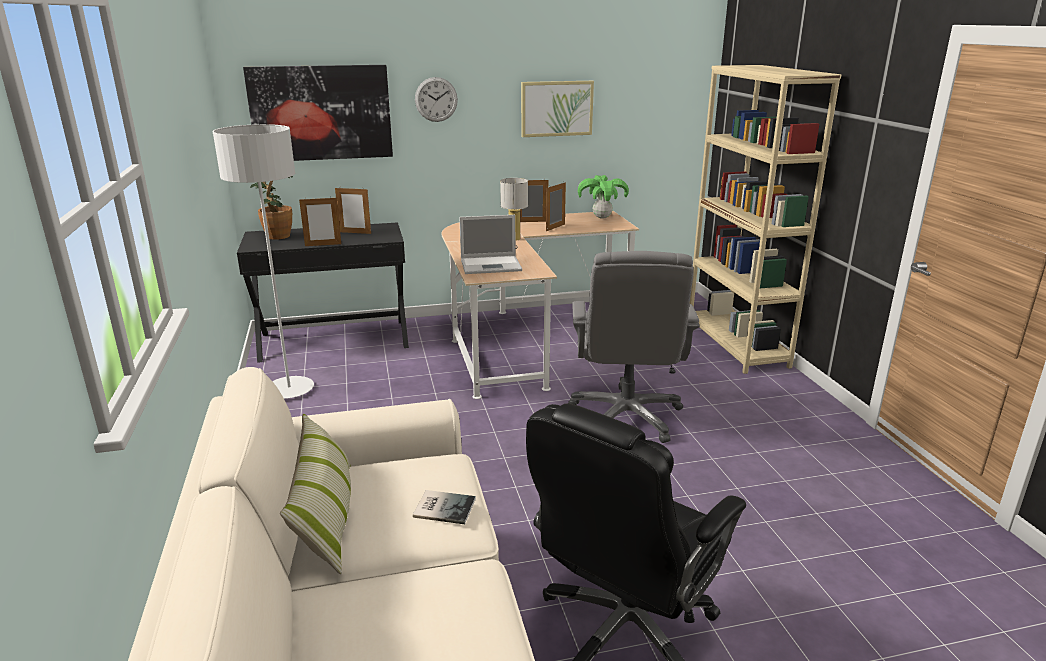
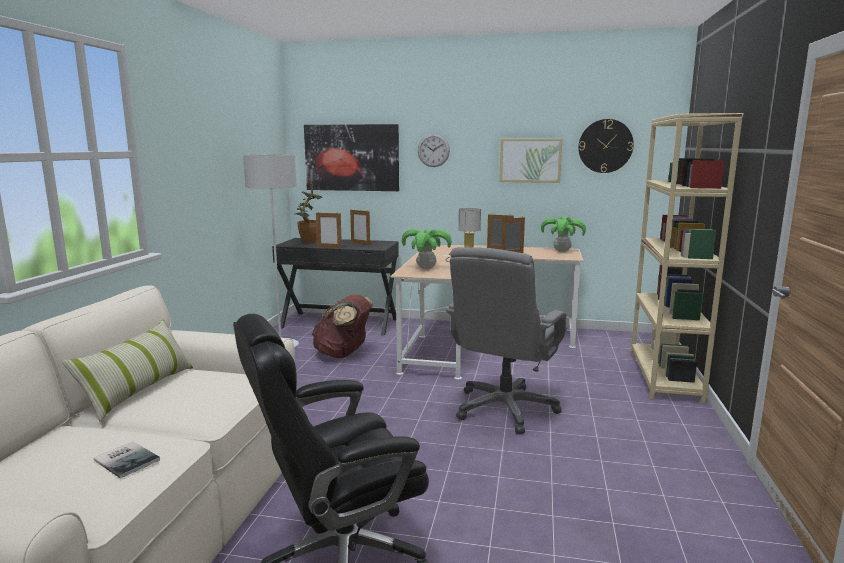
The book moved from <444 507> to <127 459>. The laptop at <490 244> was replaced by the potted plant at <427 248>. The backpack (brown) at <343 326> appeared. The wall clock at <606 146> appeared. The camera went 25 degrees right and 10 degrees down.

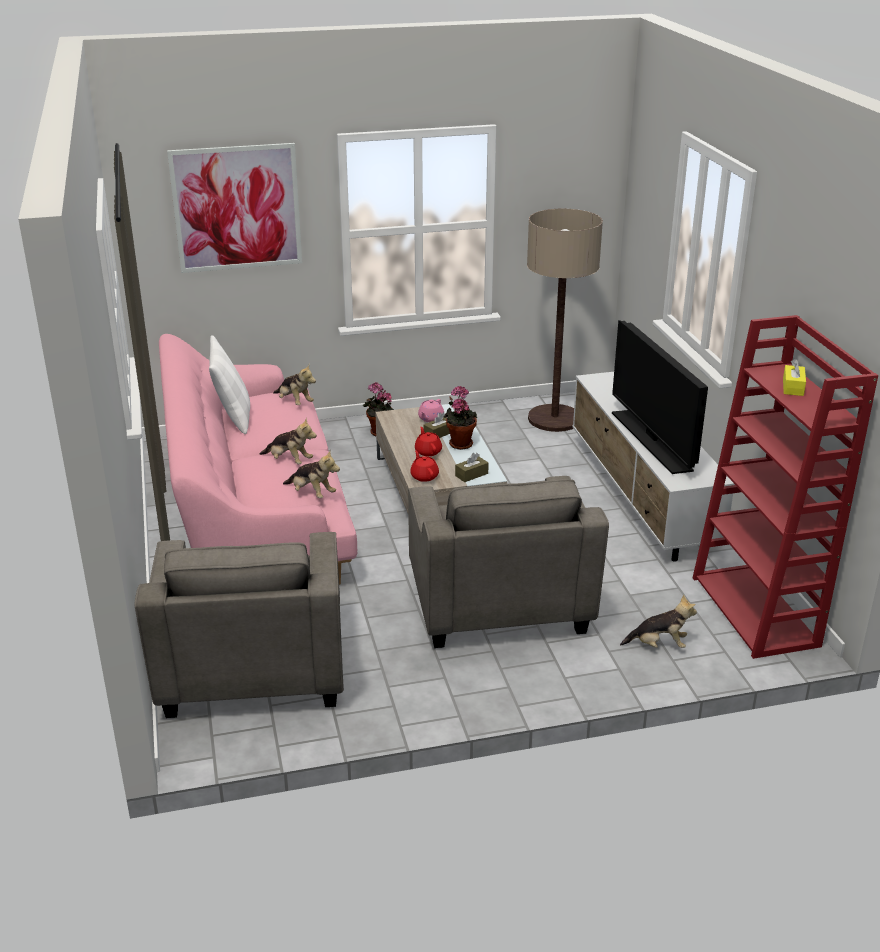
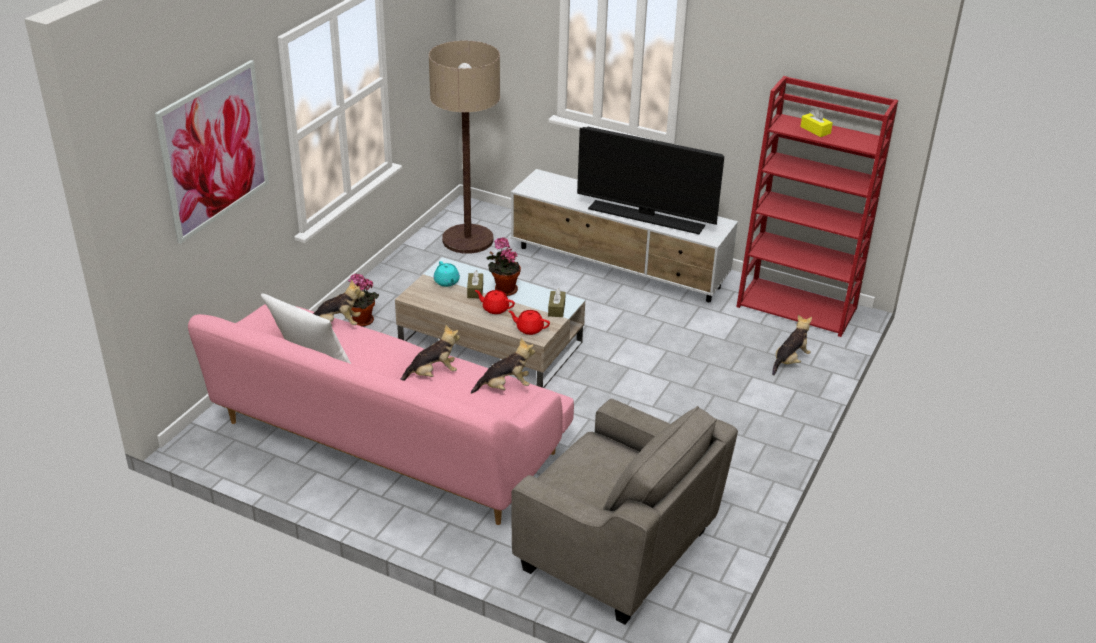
The armchair (grey) at <508 562> disappeared. The teapot (pink) at <431 410> became the teapot (turquoise) at <447 274>. The camera went 50 degrees left and 5 degrees up.

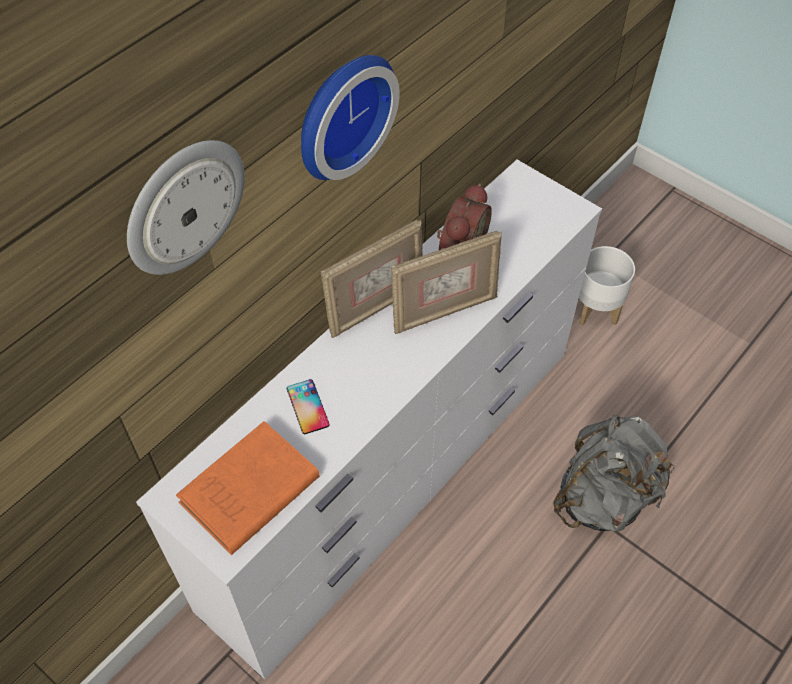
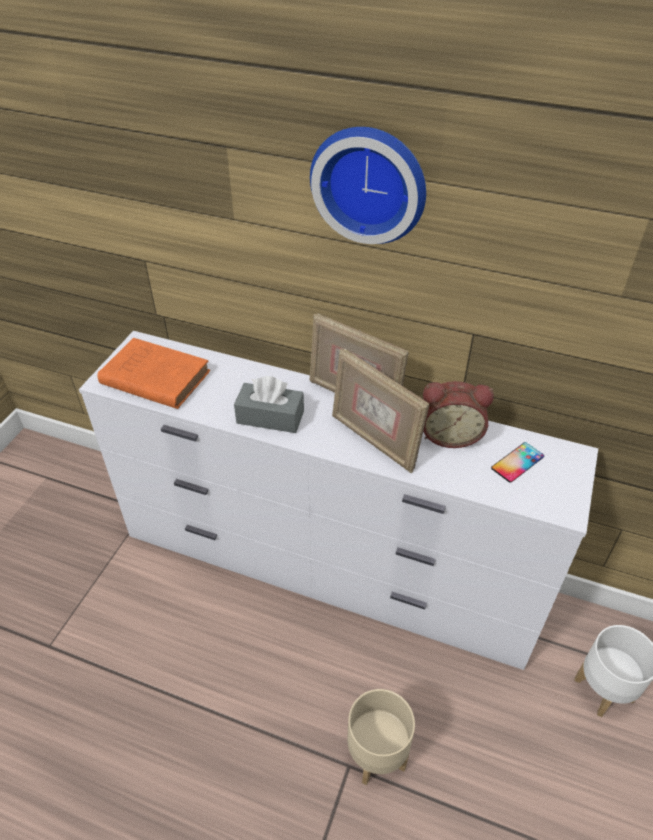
The wall clock at <186 207> disappeared. The phone moved from <308 406> to <517 462>. The backpack (grey) at <614 473> was replaced by the planter (beige) at <381 737>. The tissue box (grey) at <269 404> appeared. The camera went 70 degrees right and 10 degrees down.

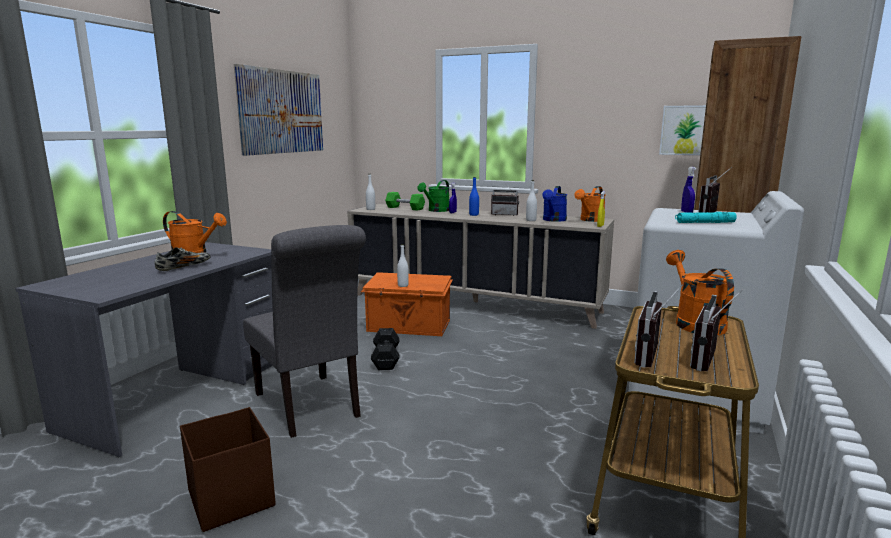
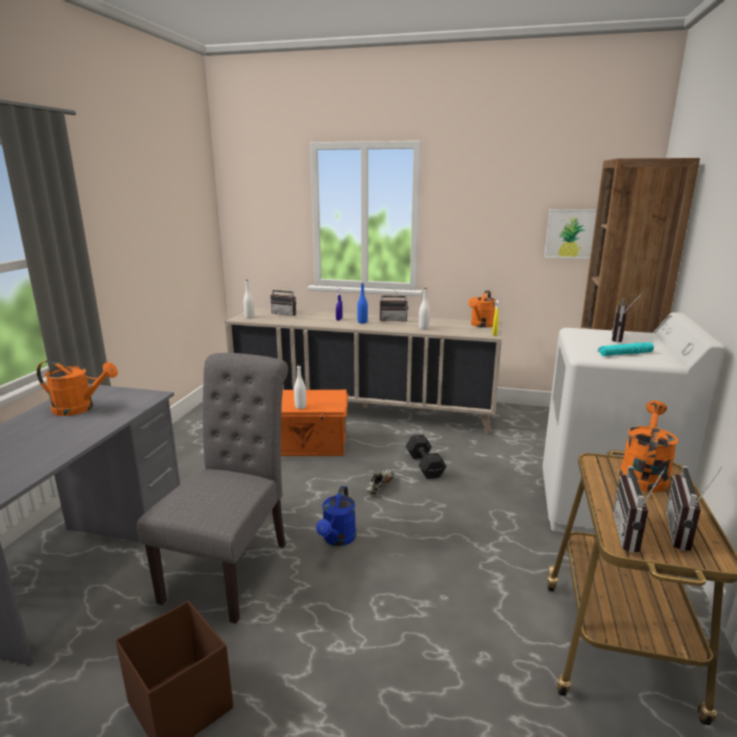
The shoe moved from <183 259> to <380 482>. The picture at <278 110> disappeared. The chair (grey) at <304 331> turned 120 degrees counterclockwise. The dumbbell (black) moved from <385 349> to <426 456>. The dumbbell (green) at <405 201> was replaced by the radio at <283 299>. The watering can (green) at <433 196> disappeared. The watering can (blue) moved from <554 204> to <336 516>. The watering can (orange) at <700 292> turned 45 degrees clockwise. The spray bottle (blue) at <688 190> disappeared. The camera went 10 degrees left and 5 degrees up.

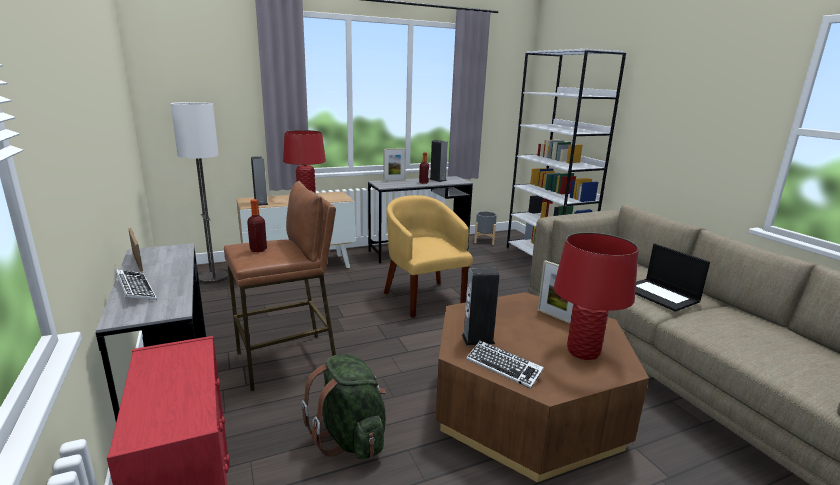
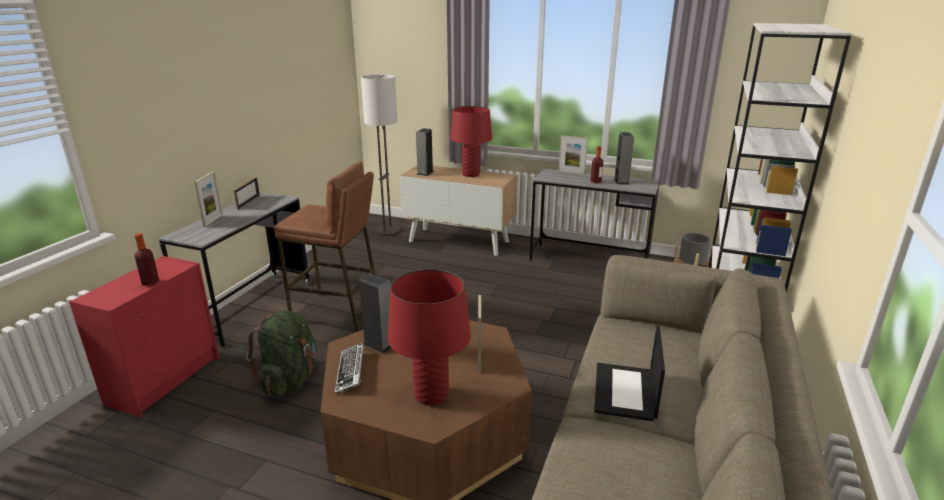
The keyboard at <136 284> was replaced by the picture frame at <208 199>. The bottle moved from <257 225> to <146 259>. The armchair (yellow) at <428 256> disappeared. The camera went 45 degrees right and 5 degrees up.

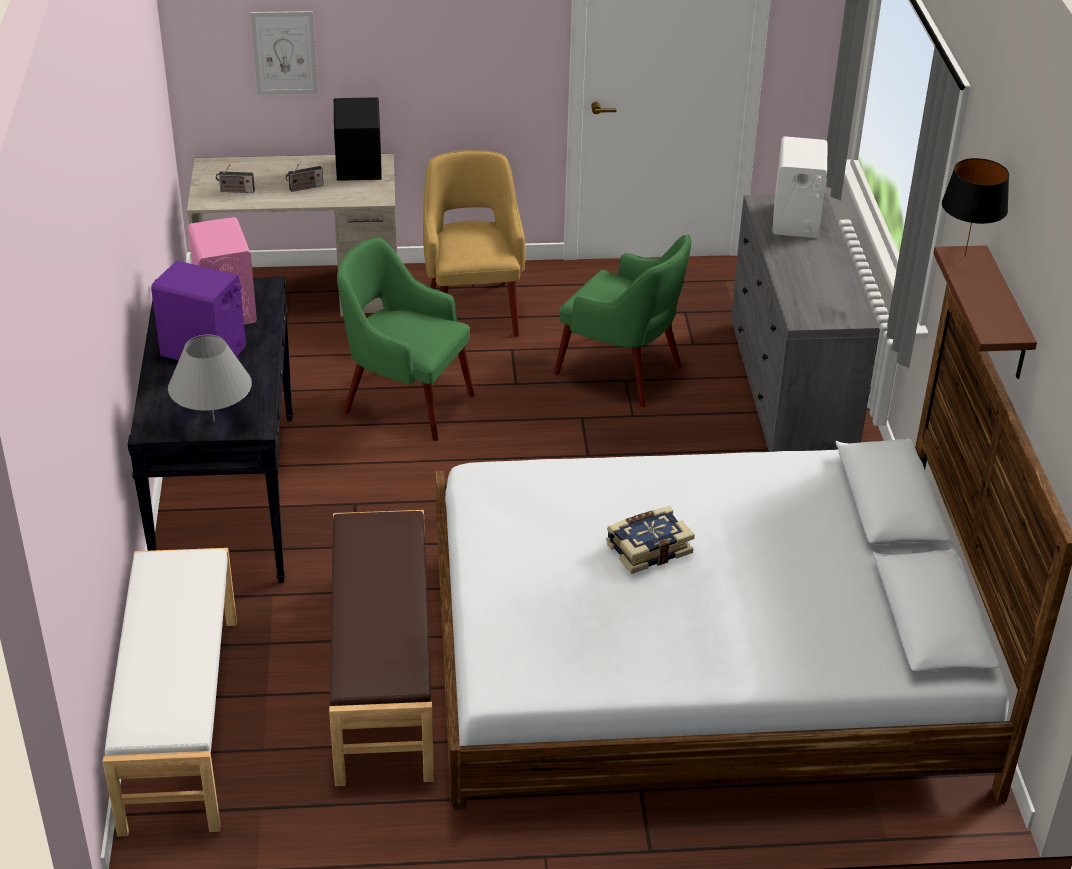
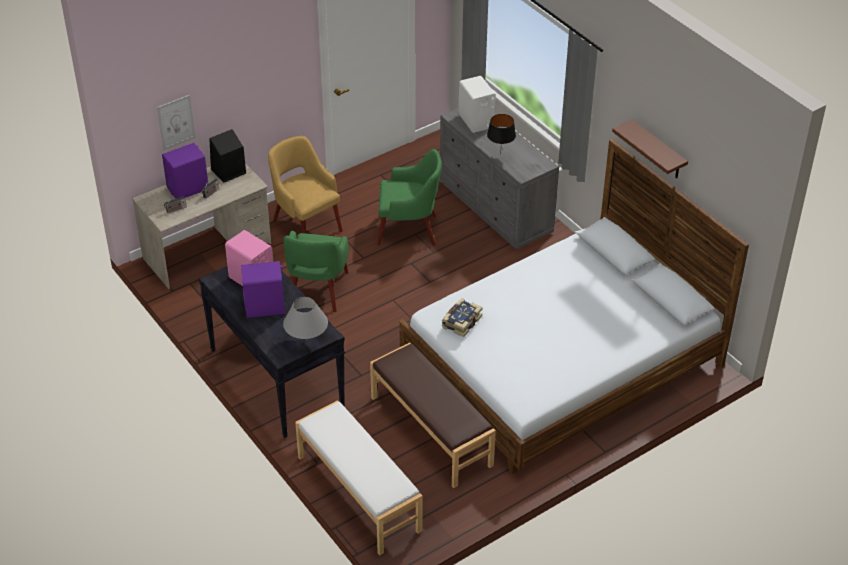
The armchair (green) at <405 339> turned 75 degrees counterclockwise. The book moved from <650 540> to <462 317>. The table lamp (black) moved from <975 207> to <501 135>. The speaker (purple) at <185 171> appeared. The camera went 30 degrees left and 5 degrees up.

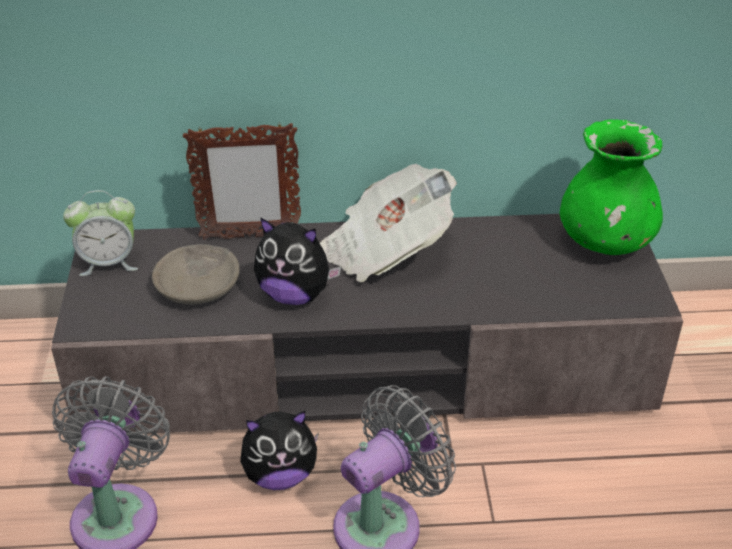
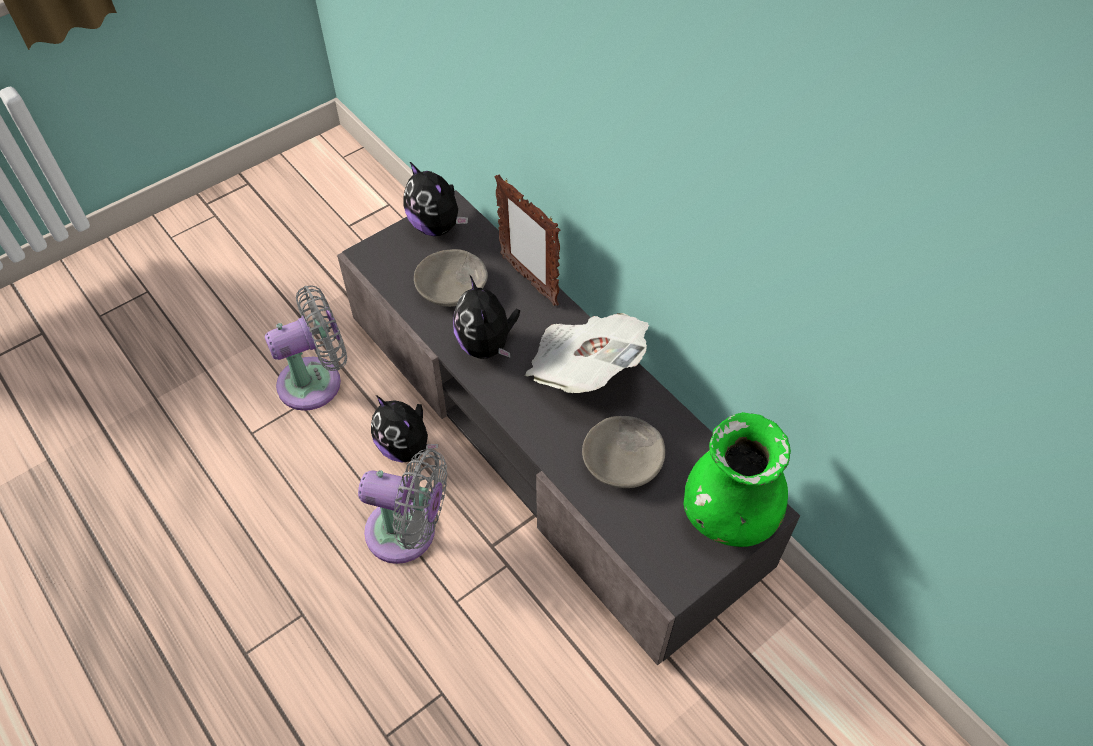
The alarm clock at <100 233> was replaced by the plush toy at <435 199>. The bowl (grey) at <623 452> appeared. The camera went 55 degrees right and 15 degrees up.

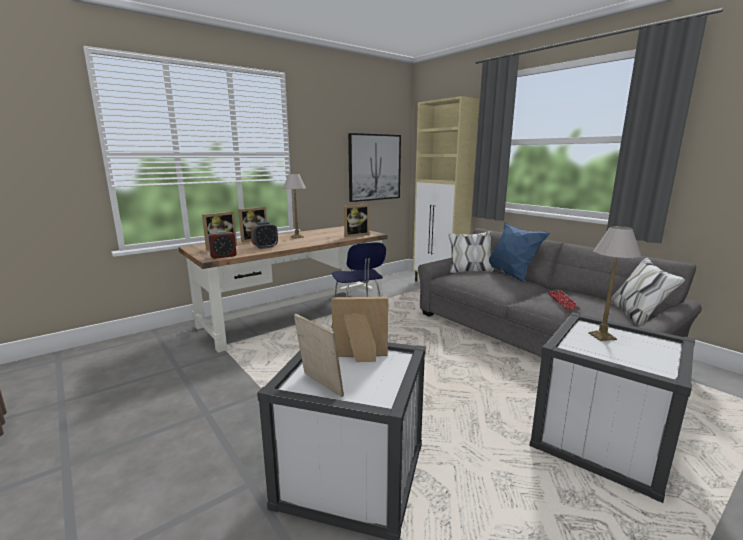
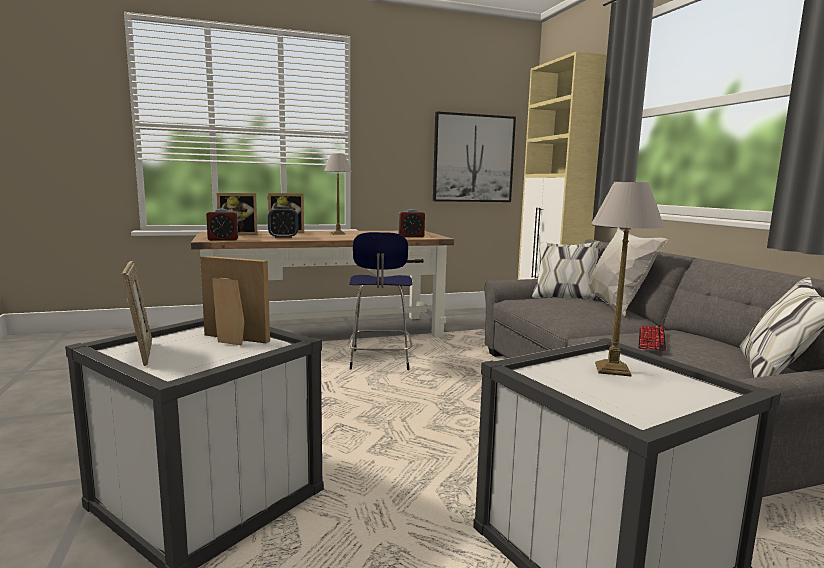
The picture frame at <356 220> was replaced by the alarm clock at <412 223>. The pillow (blue) at <519 252> became the pillow (white) at <628 271>. The camera went 20 degrees right and 5 degrees down.

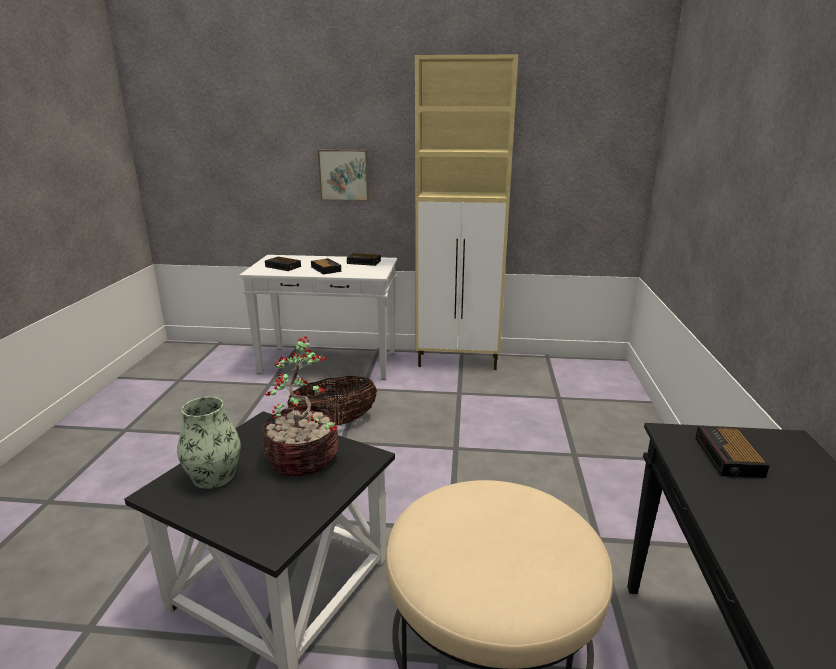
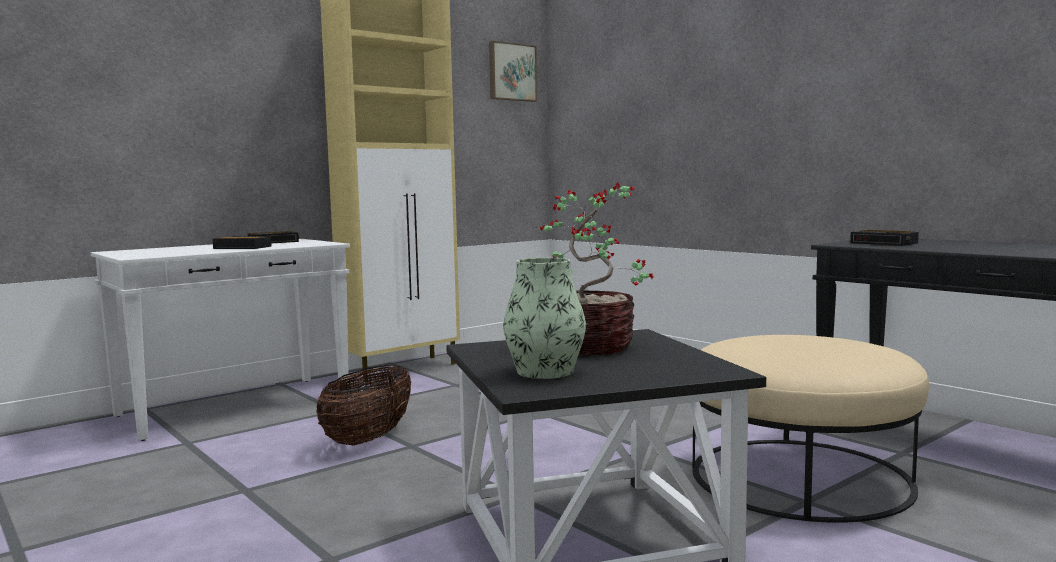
The alarm clock at <283 264> disappeared. The picture moved from <343 175> to <513 71>. The camera went 45 degrees left and 15 degrees down.

